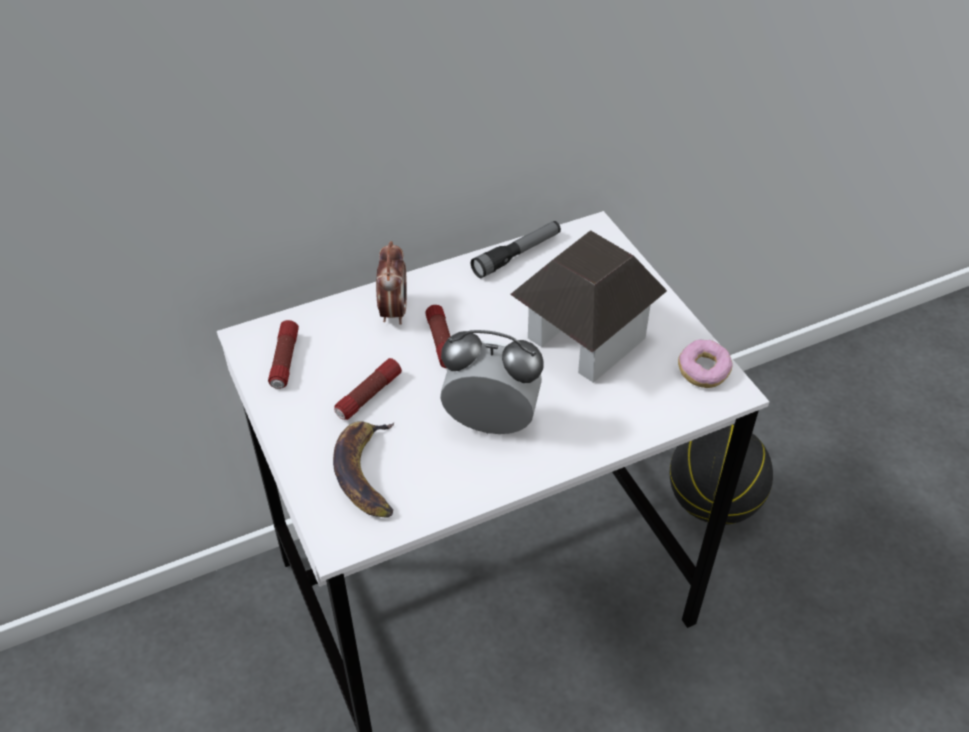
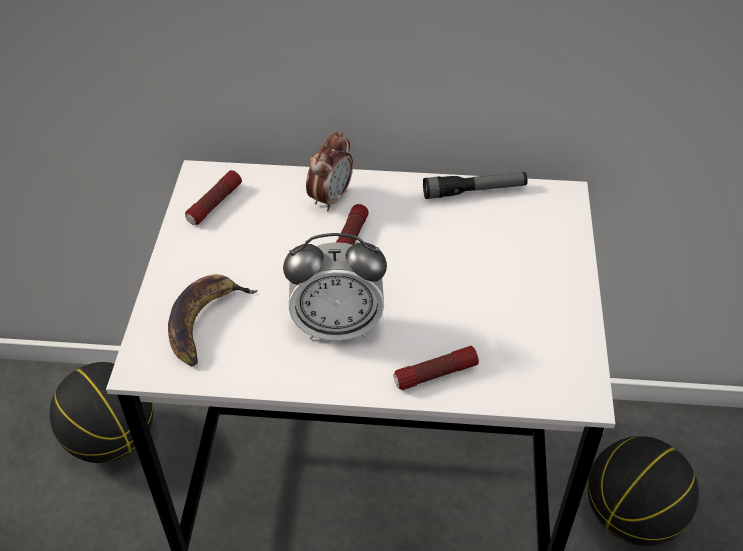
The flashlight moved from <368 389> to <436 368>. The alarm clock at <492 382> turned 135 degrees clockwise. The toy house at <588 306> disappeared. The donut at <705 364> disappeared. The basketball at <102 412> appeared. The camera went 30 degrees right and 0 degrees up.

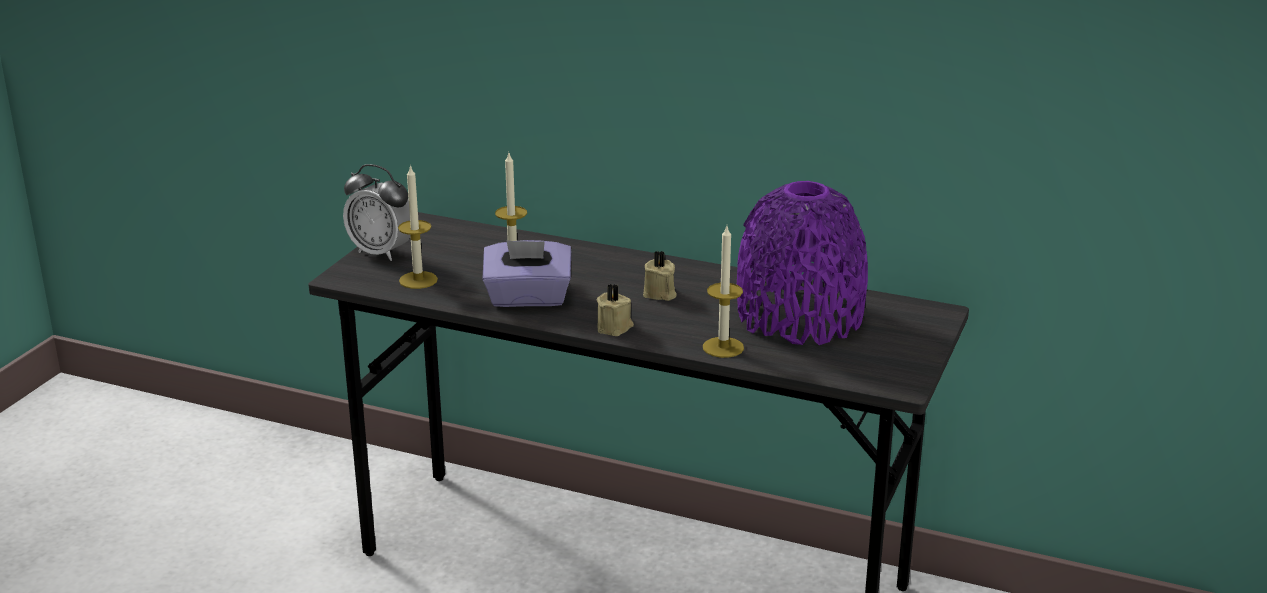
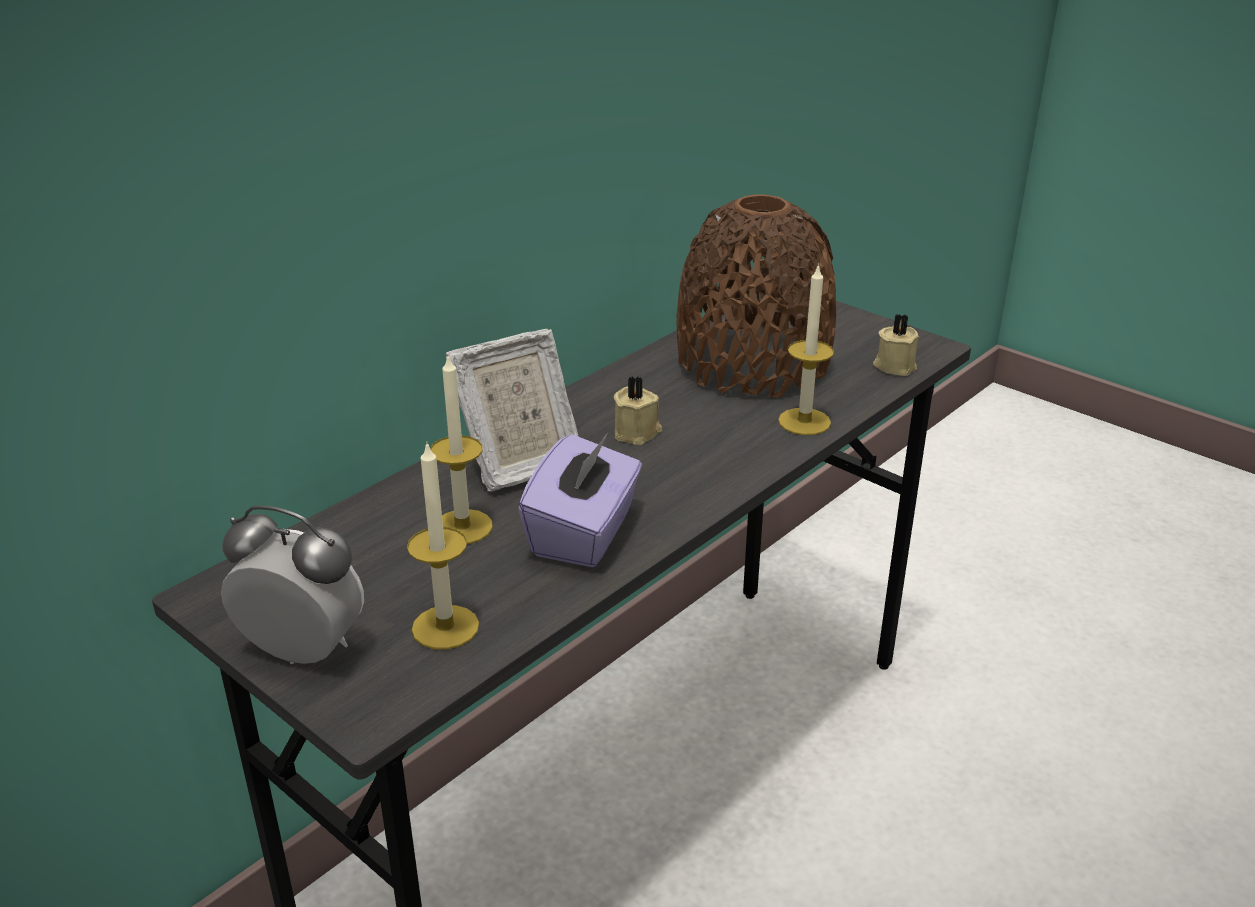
The alarm clock at <377 212> turned 120 degrees counterclockwise. The candle (beige) moved from <615 310> to <896 345>. The vase (purple) at <802 263> became the vase (brown) at <756 296>. The picture frame at <512 410> appeared. The camera went 70 degrees left and 5 degrees up.

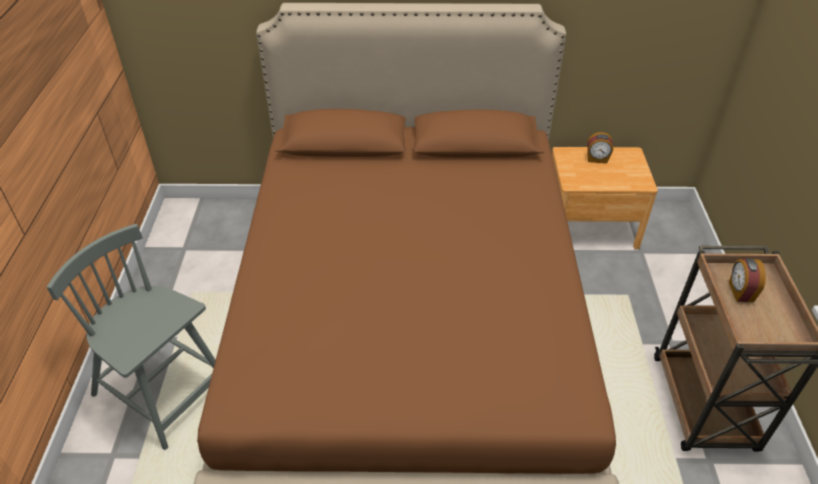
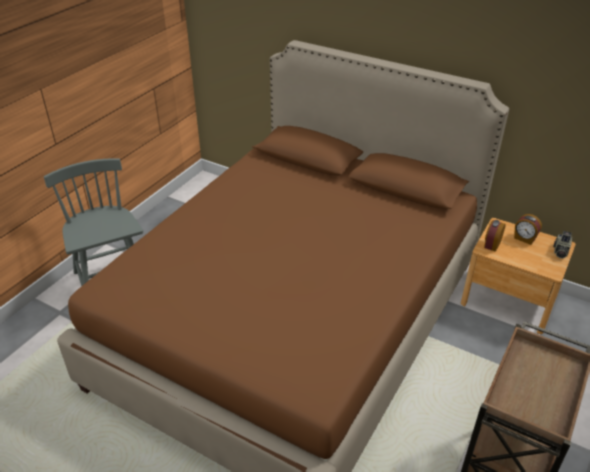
The alarm clock moved from <747 280> to <495 236>. The photo camera at <562 245> appeared. The camera went 30 degrees right and 5 degrees down.

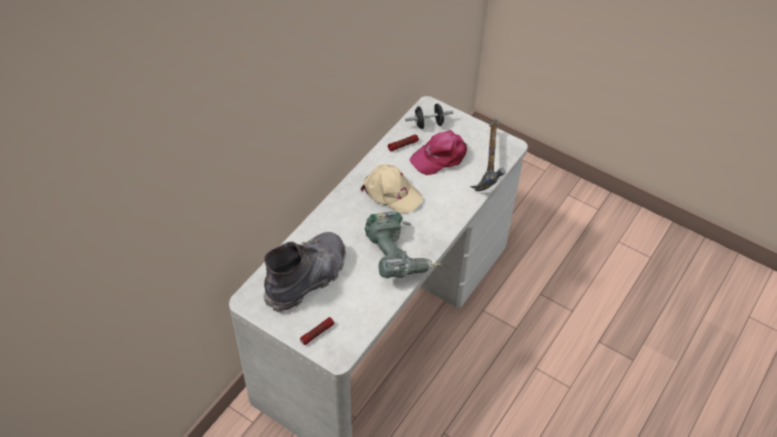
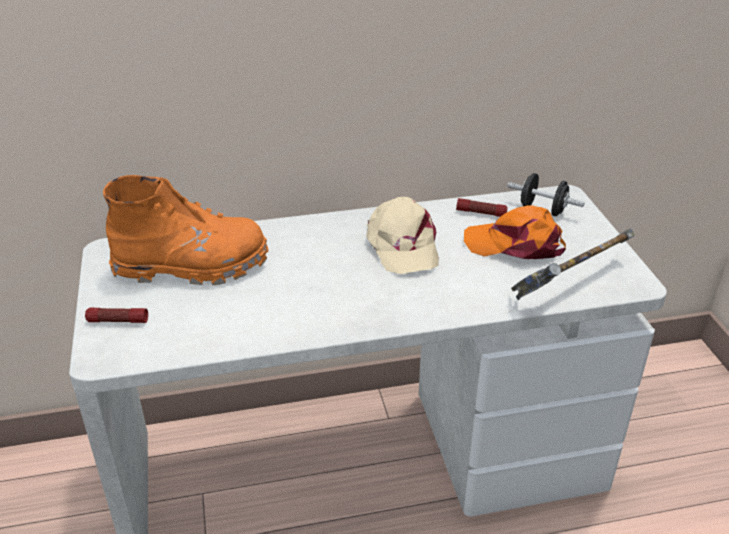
The boot (grey) at <304 272> became the boot (orange) at <185 230>. The power drill at <403 245> disappeared. The cap (pink) at <438 152> became the cap (orange) at <515 232>. The camera went 45 degrees right and 15 degrees down.

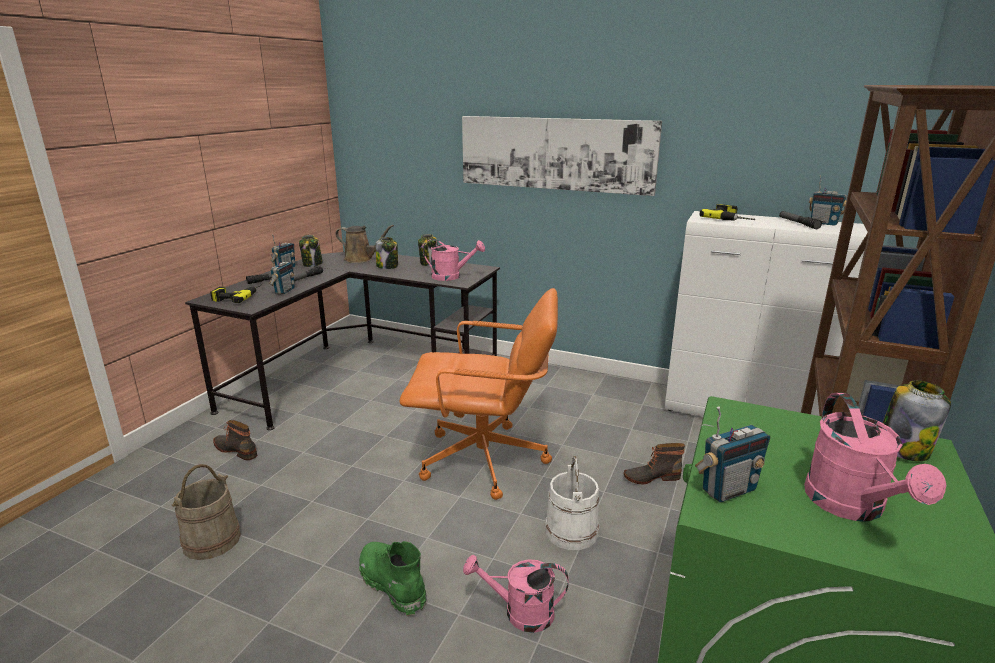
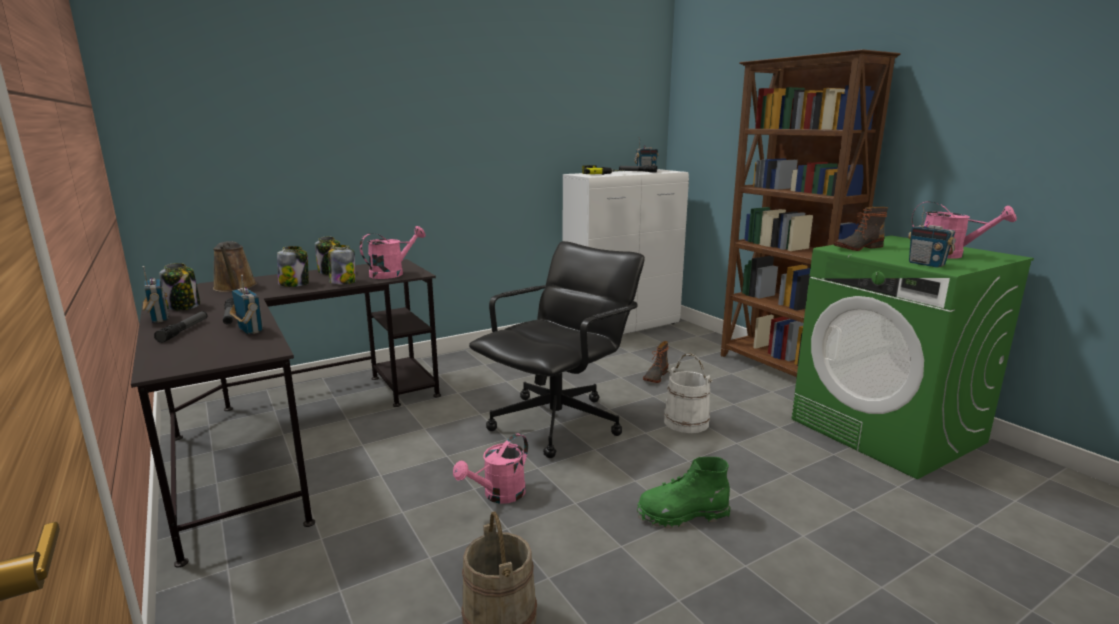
The power drill at <236 293> disappeared. The boot moved from <235 440> to <861 229>. The watering can (brown) at <364 244> turned 105 degrees clockwise. The office chair (orange) at <478 394> became the office chair (black) at <557 349>. The picture at <562 156> disappeared. The watering can (pink) moved from <516 594> to <490 468>. The radio at <732 454> turned 135 degrees clockwise. The jar moved from <917 420> to <342 264>. The camera went 55 degrees left and 5 degrees down.

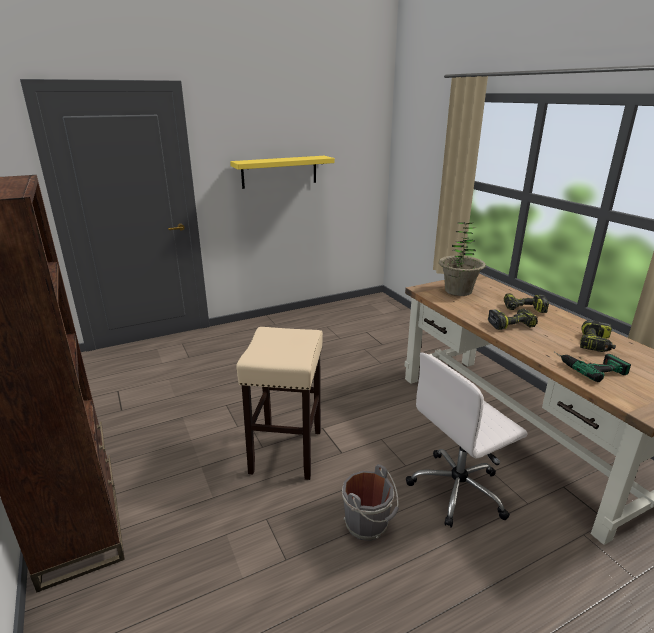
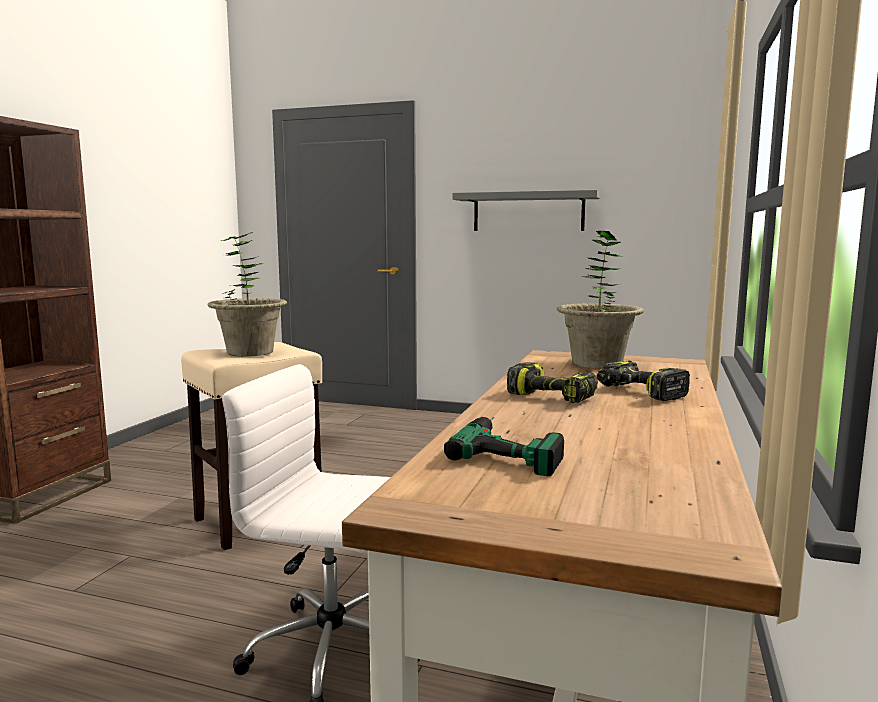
The shelf (yellow) at <282 172> became the shelf (grey) at <526 210>. The bucket (grey) at <370 502> disappeared. The power drill at <598 336> disappeared. The potted plant at <247 294> appeared. The camera went 45 degrees right and 15 degrees down.

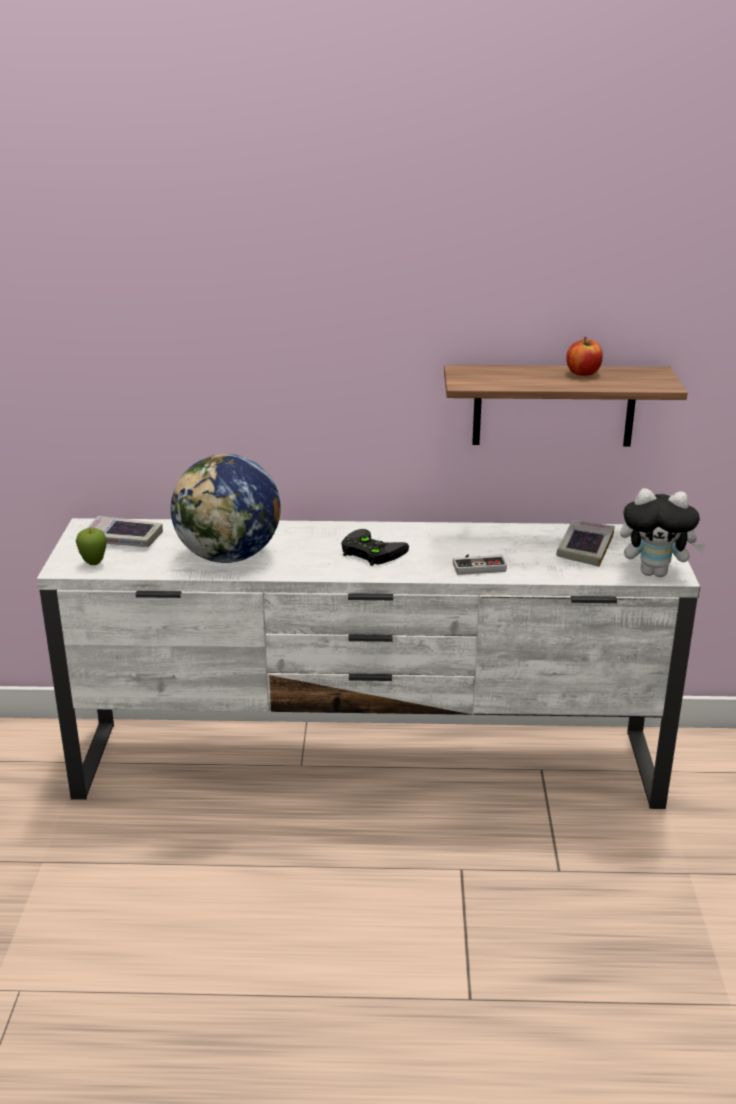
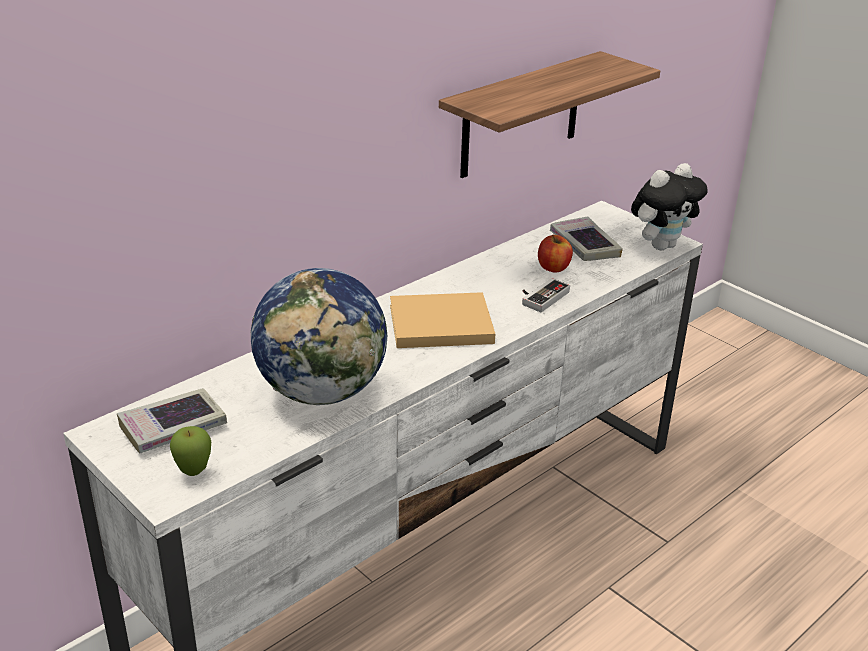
The game controller (black) at <375 547> was replaced by the book (beige) at <442 320>. The apple moved from <584 356> to <555 253>. The camera went 45 degrees left and 5 degrees up.

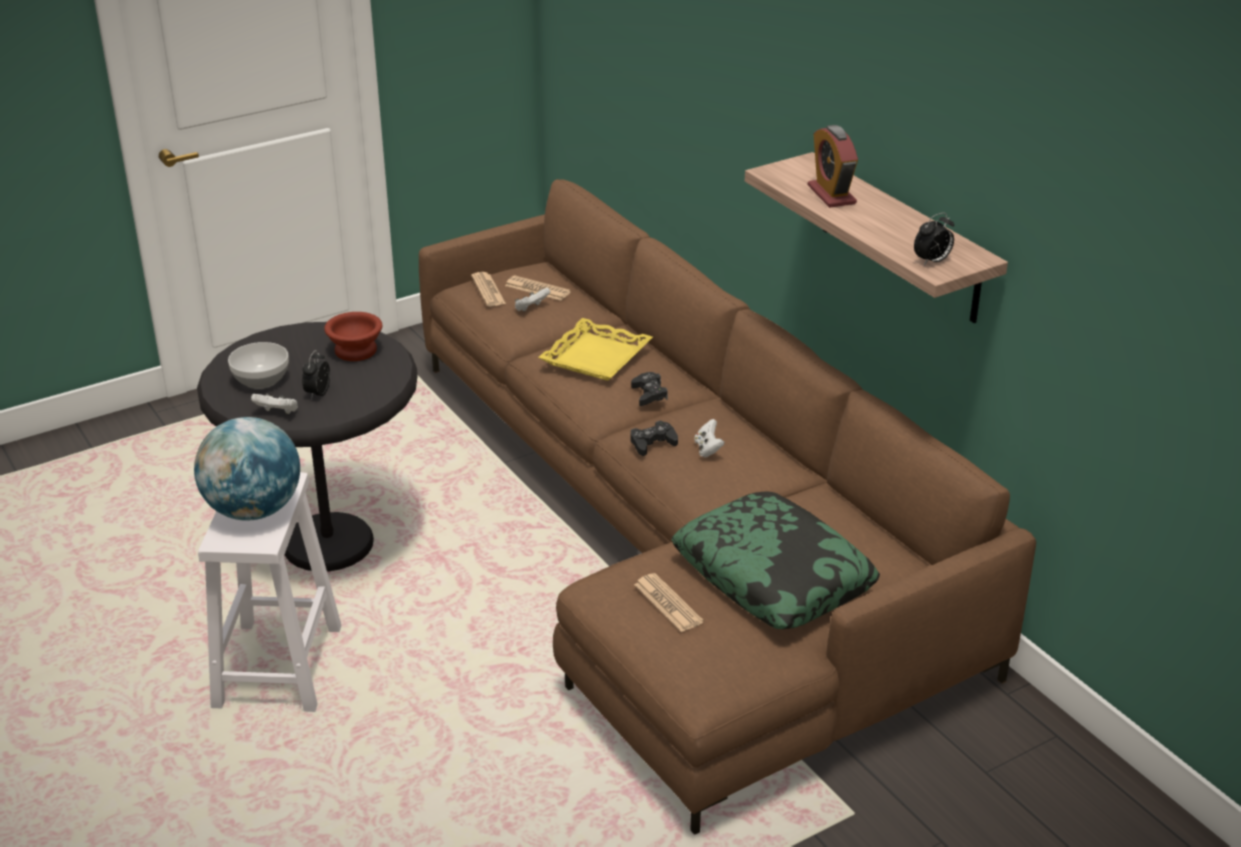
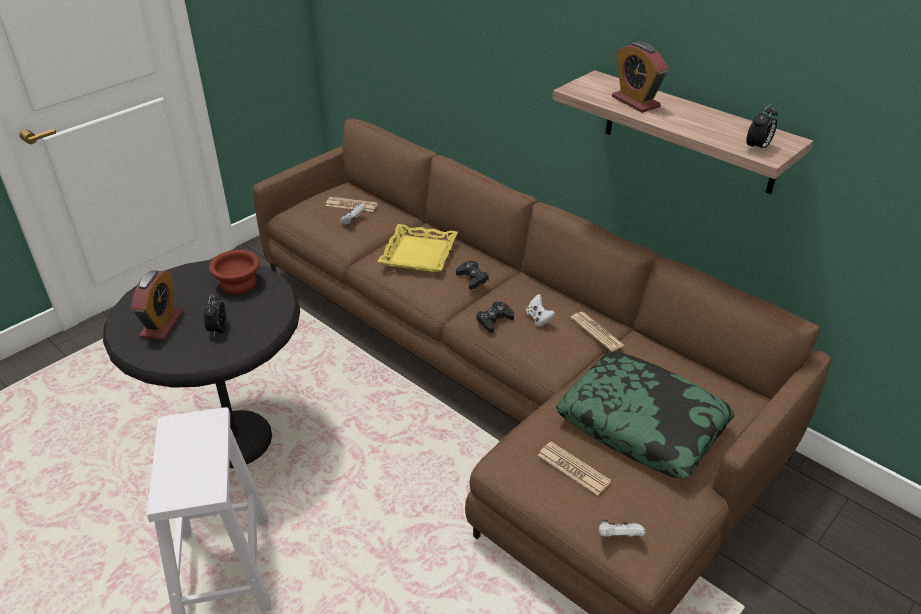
The globe at <247 469> disappeared. The bowl at <258 365> was replaced by the alarm clock at <157 305>. The game controller (white) moved from <274 403> to <622 528>. The newspaper moved from <488 289> to <598 332>. The camera went 15 degrees left and 5 degrees up.

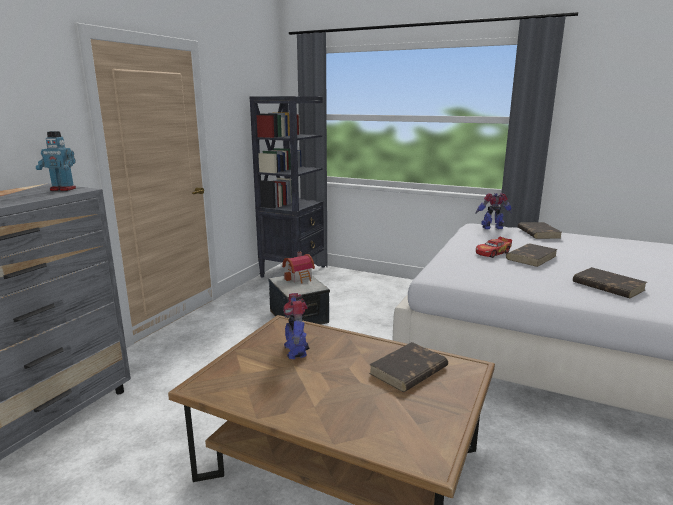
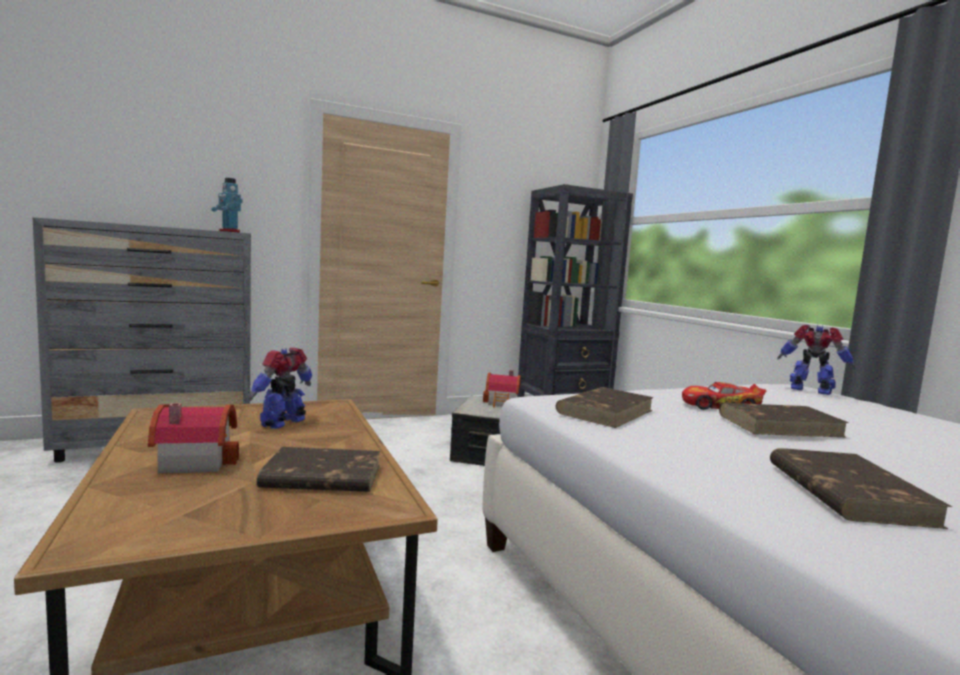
The book (brown) moved from <540 230> to <605 407>. The toy house at <193 438> appeared. The camera went 40 degrees right and 10 degrees down.

